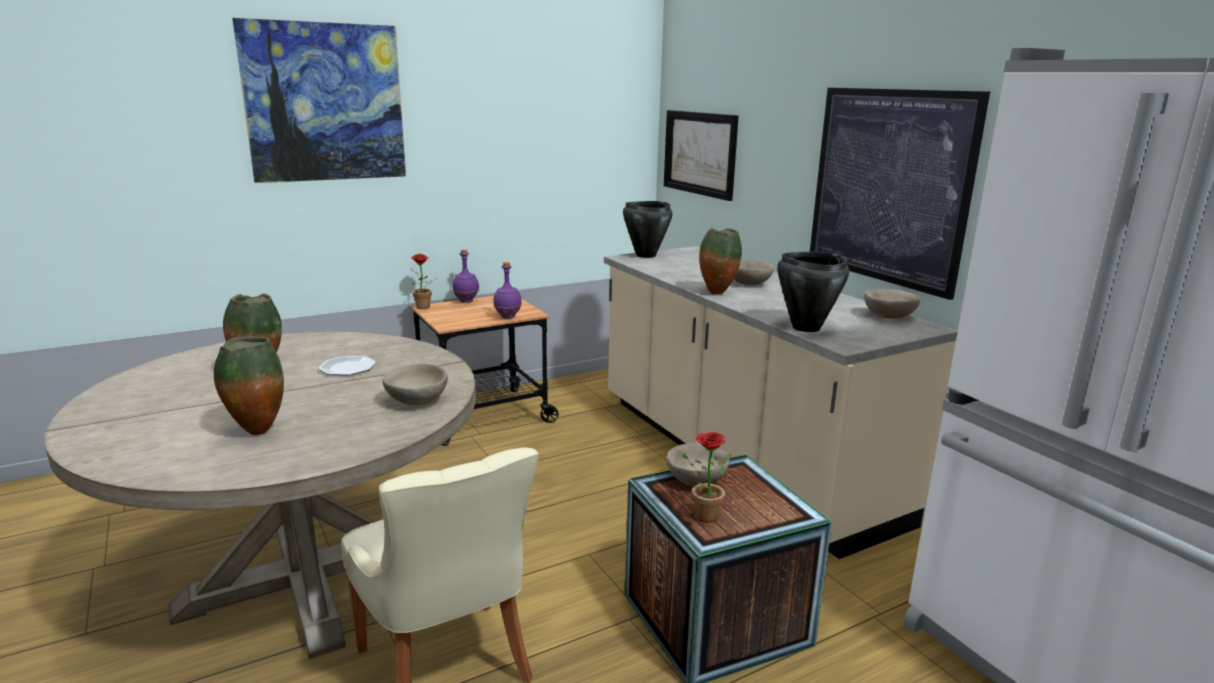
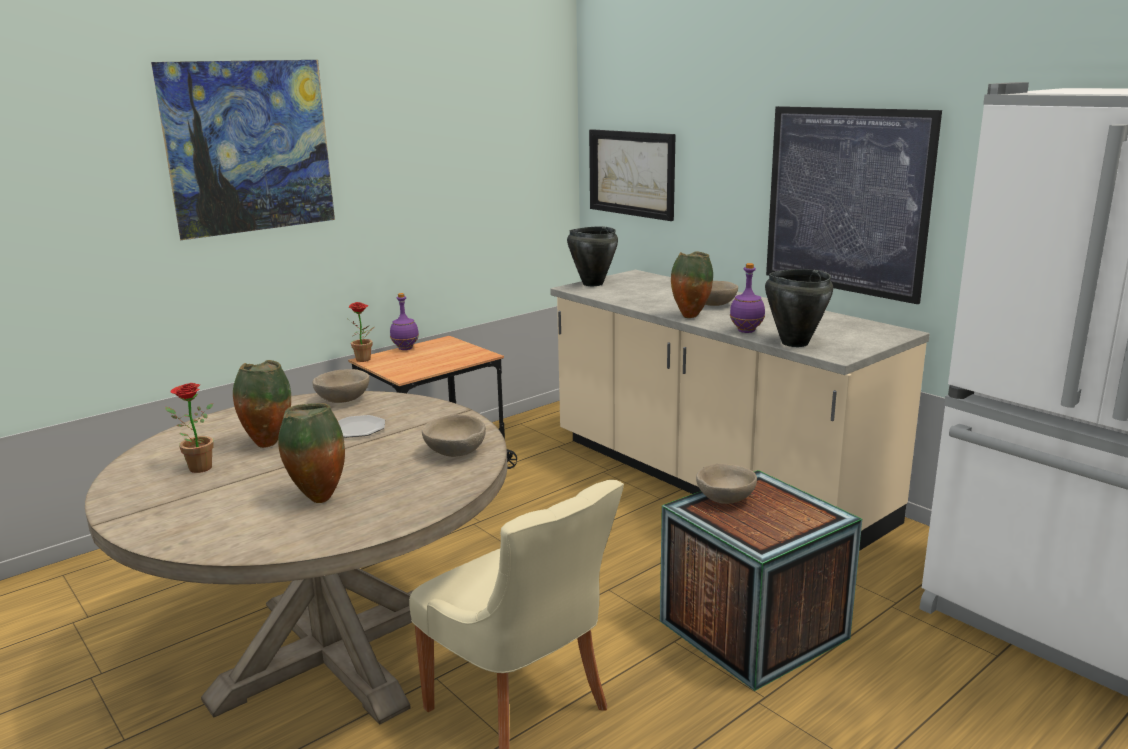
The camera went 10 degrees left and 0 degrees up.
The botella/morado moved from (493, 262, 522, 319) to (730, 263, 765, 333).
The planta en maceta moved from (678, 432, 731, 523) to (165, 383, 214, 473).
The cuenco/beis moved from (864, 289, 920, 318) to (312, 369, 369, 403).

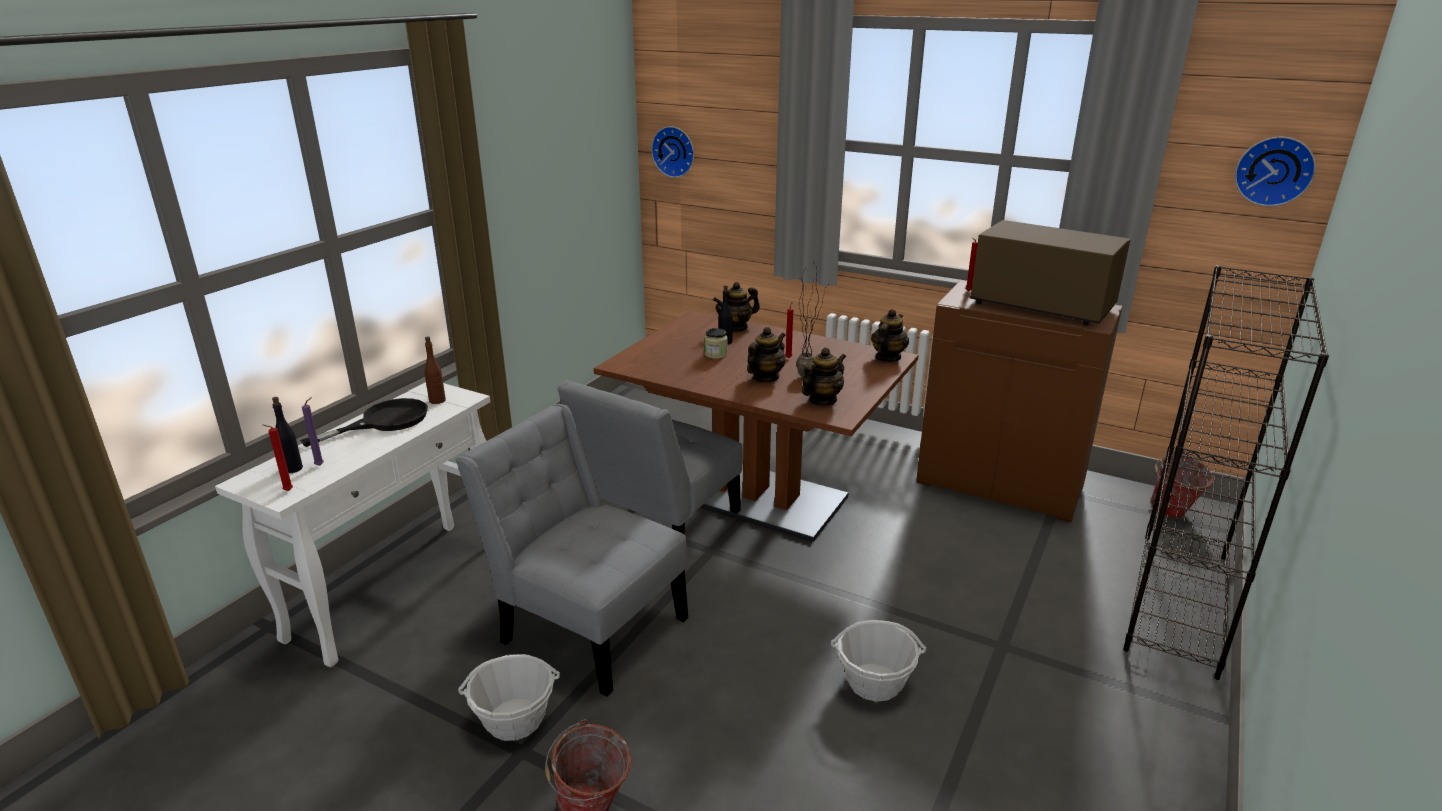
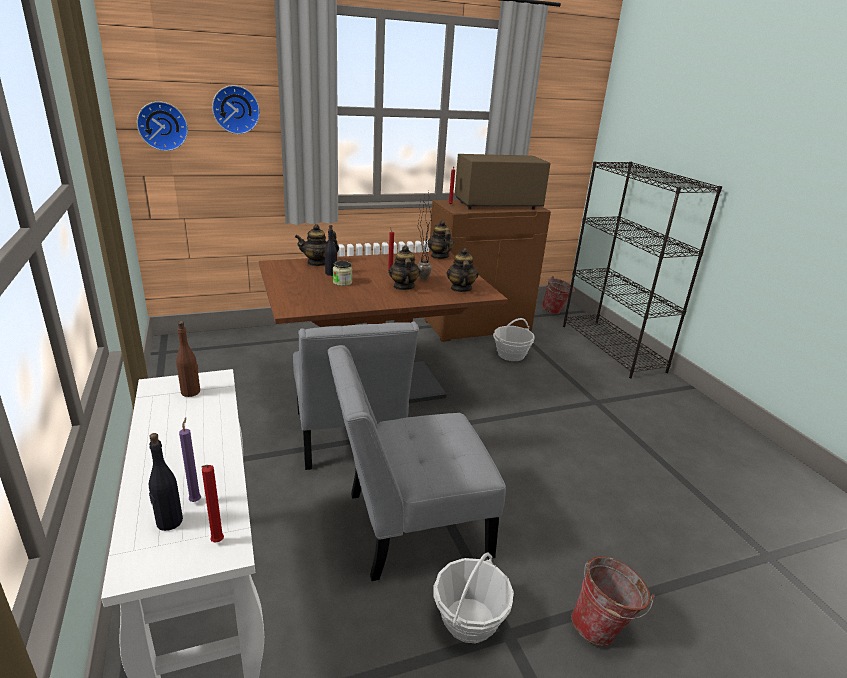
The camera went 50 degrees left and 0 degrees up.
The sartén/negro at (300, 398, 428, 447) disappeared.
The tetera at (713, 282, 760, 332) turned 60 degrees clockwise.
The cesta moved from (831, 620, 926, 702) to (493, 318, 535, 361).
The reloj de pared moved from (1235, 137, 1316, 206) to (212, 85, 260, 134).

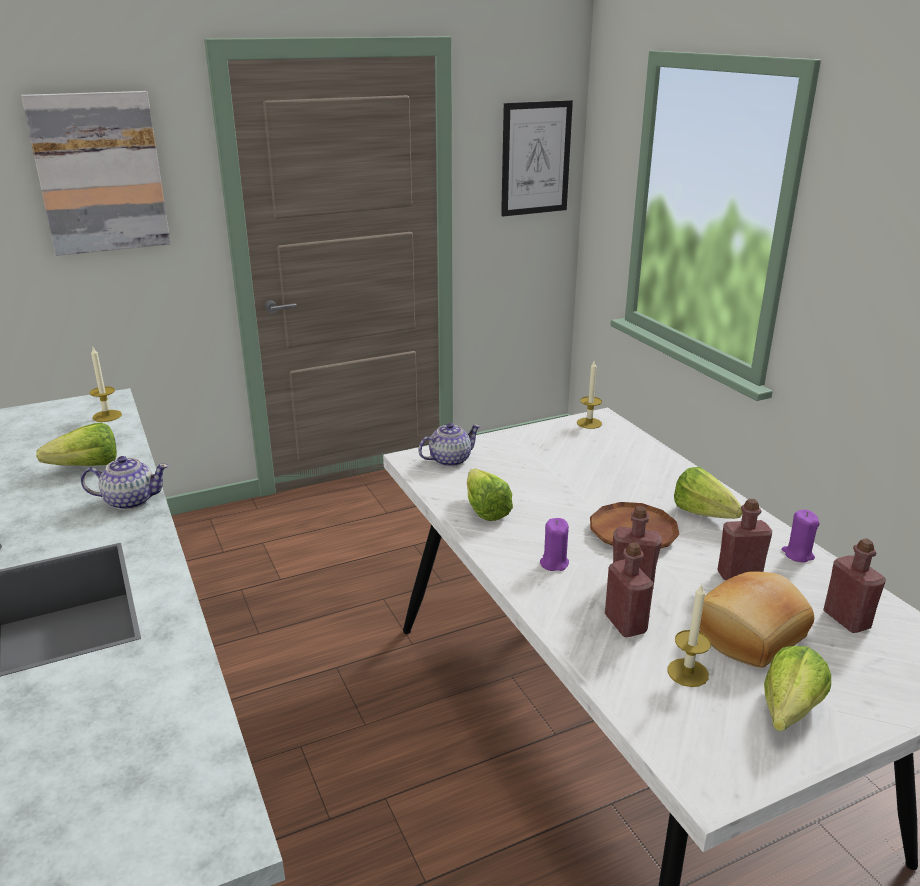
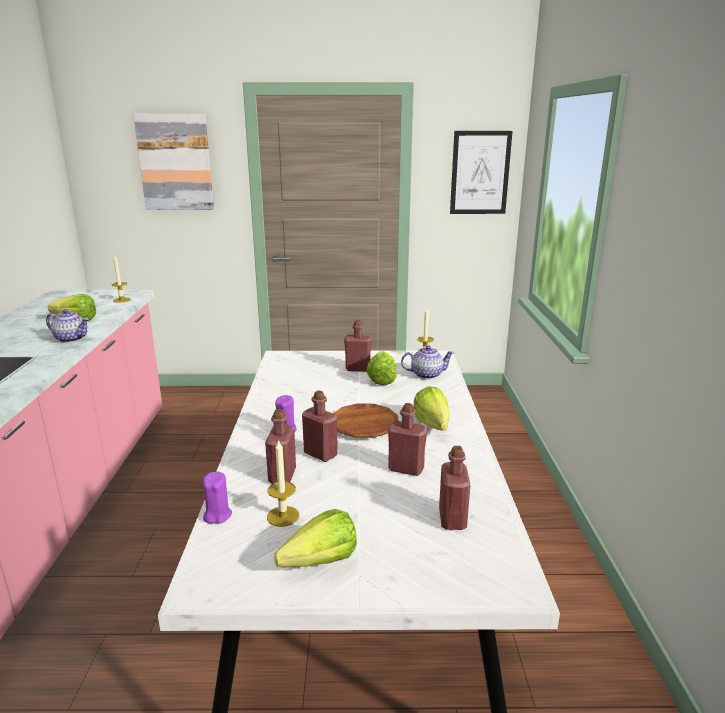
The camera went 25 degrees right and 5 degrees down.
The tetera moved from (418, 423, 481, 467) to (401, 345, 454, 379).
The lechuga moved from (467, 468, 513, 521) to (366, 351, 397, 385).
The pan at (699, 571, 814, 668) disappeared.
The vela/morado moved from (782, 509, 819, 563) to (203, 472, 232, 524).
The botella/rojo at (344, 320, 372, 372) appeared.

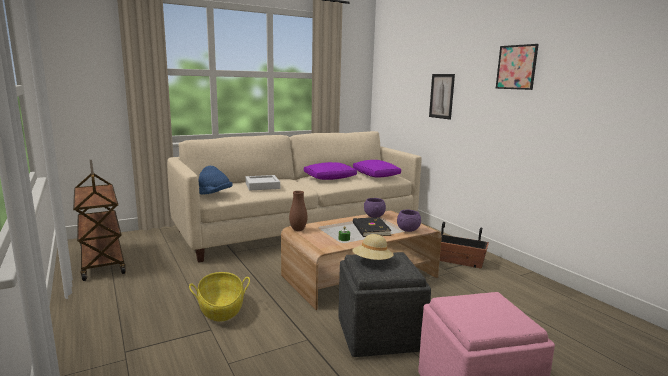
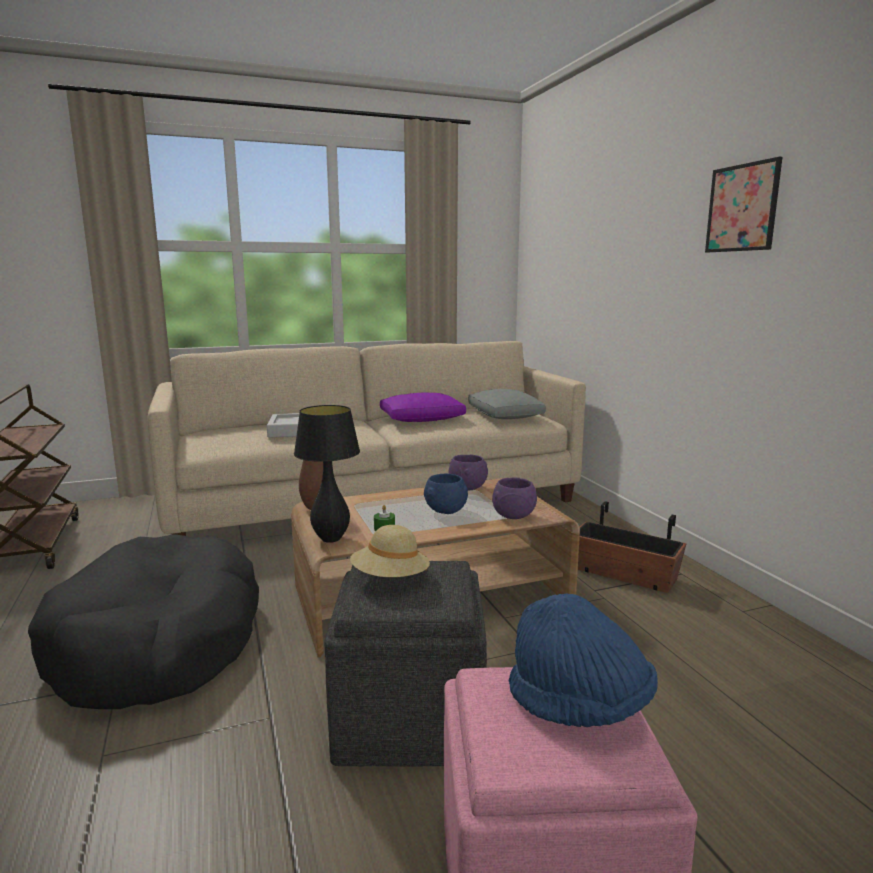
The camera went 10 degrees right and 0 degrees up.
The cesta at (189, 272, 250, 321) was replaced by the cama para perro/negro at (28, 534, 259, 709).
The sombrero/azul moved from (199, 166, 232, 195) to (509, 593, 658, 727).
The cojín/morado at (353, 160, 401, 178) became the cojín/gris at (468, 389, 546, 419).
The libro/negro at (353, 217, 392, 237) was replaced by the cuenco/azul at (424, 474, 468, 514).
The cuadro at (429, 74, 455, 120) disappeared.
The lámpara de mesa/negro at (294, 405, 360, 543) appeared.

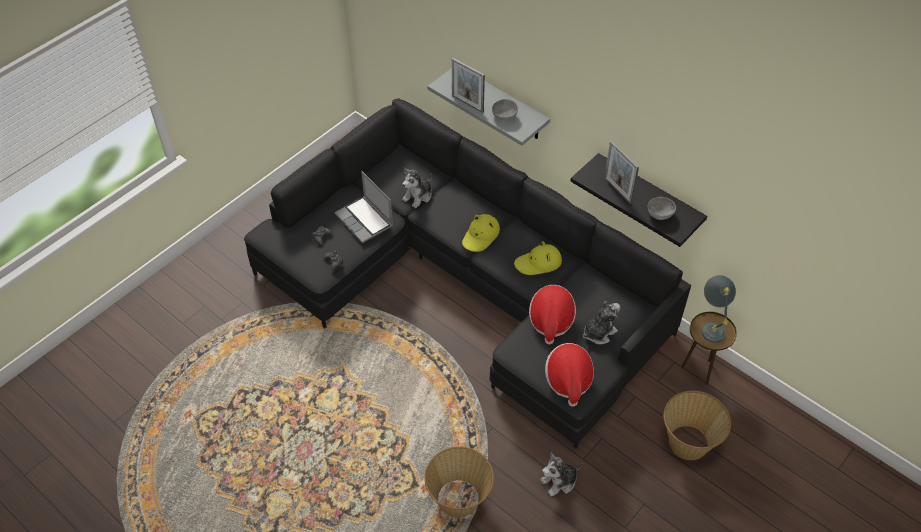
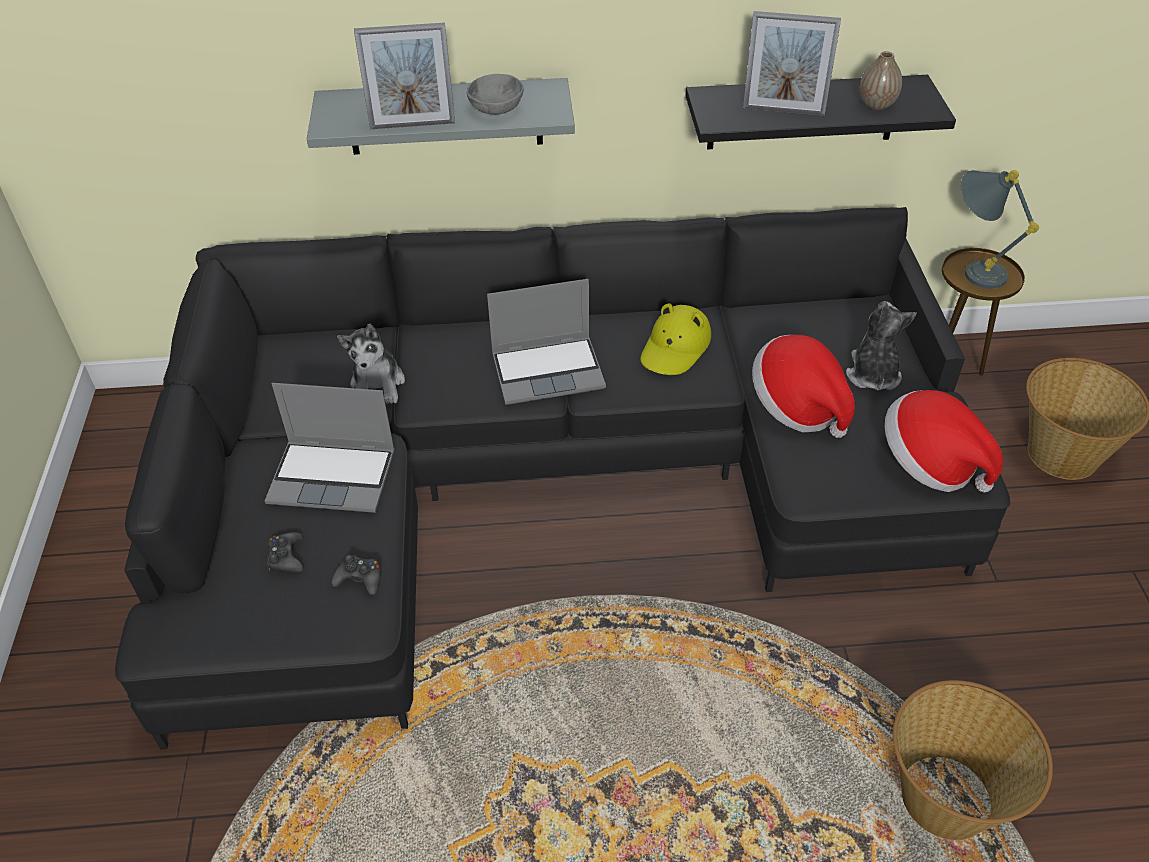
The camera went 45 degrees left and 5 degrees down.
The sombrero/amarillo at (462, 214, 500, 252) was replaced by the portátil at (487, 279, 606, 405).
The peluche at (540, 452, 582, 496) disappeared.
The cuenco/gris at (647, 197, 676, 220) was replaced by the florero at (859, 51, 902, 110).

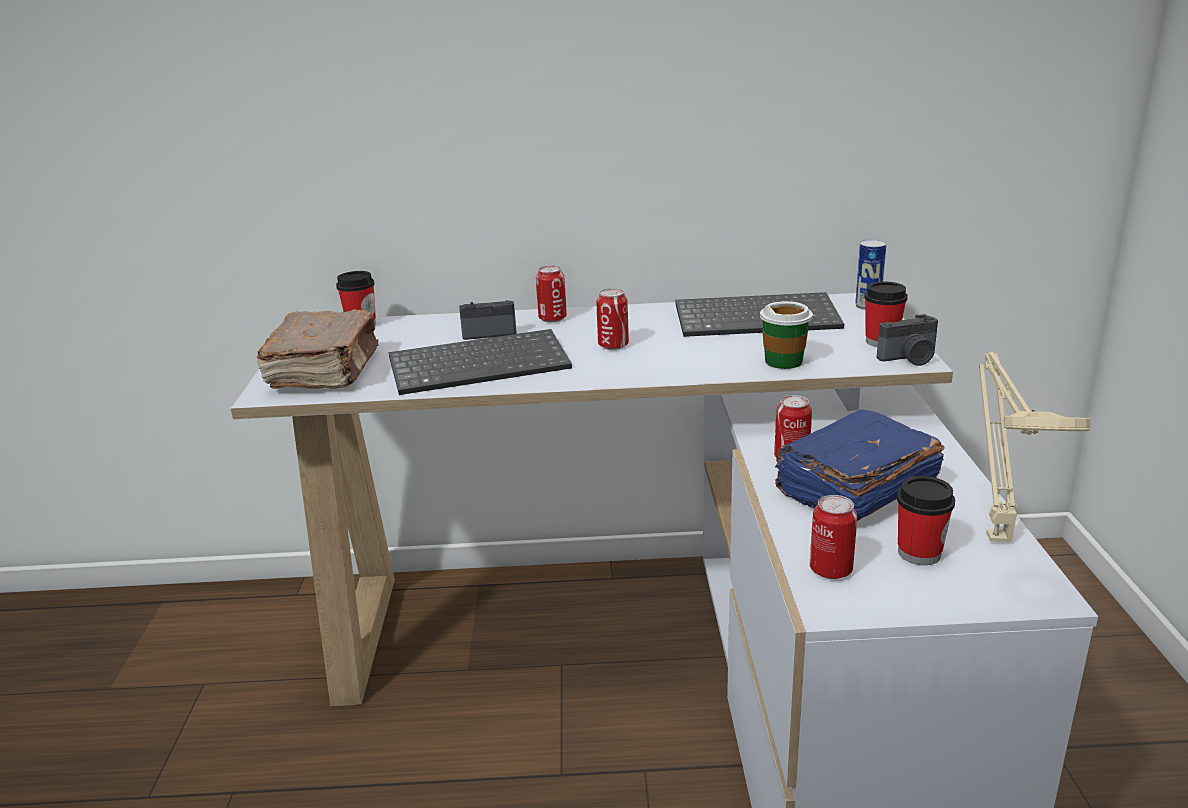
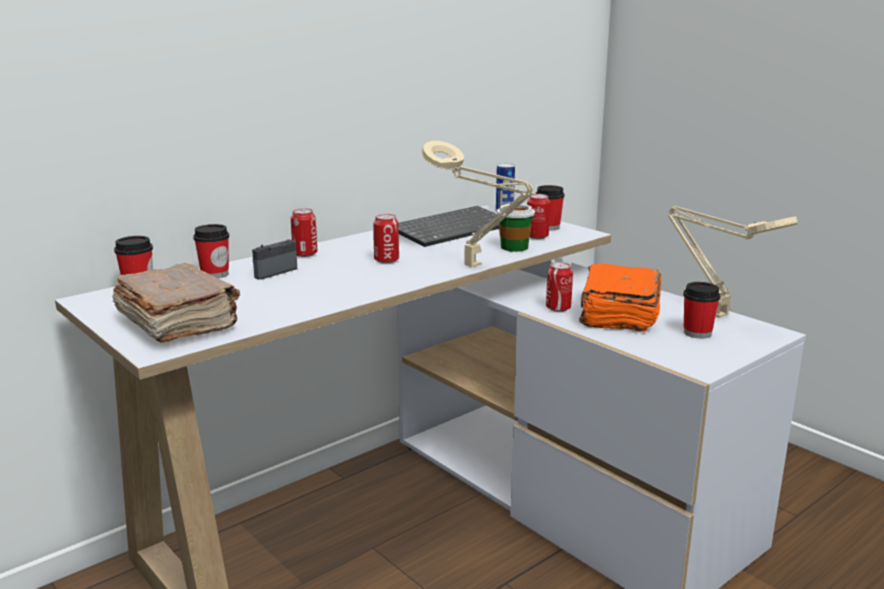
The camera went 40 degrees left and 5 degrees down.
The teclado at (389, 329, 572, 395) disappeared.
The libro/azul at (775, 410, 945, 521) became the libro/naranja at (579, 263, 662, 332).
The lata moved from (810, 495, 857, 579) to (527, 194, 550, 239).
The cámara at (877, 314, 938, 366) disappeared.
The taza at (193, 224, 229, 278) appeared.
The lámpara de mesa/beis at (422, 141, 533, 267) appeared.

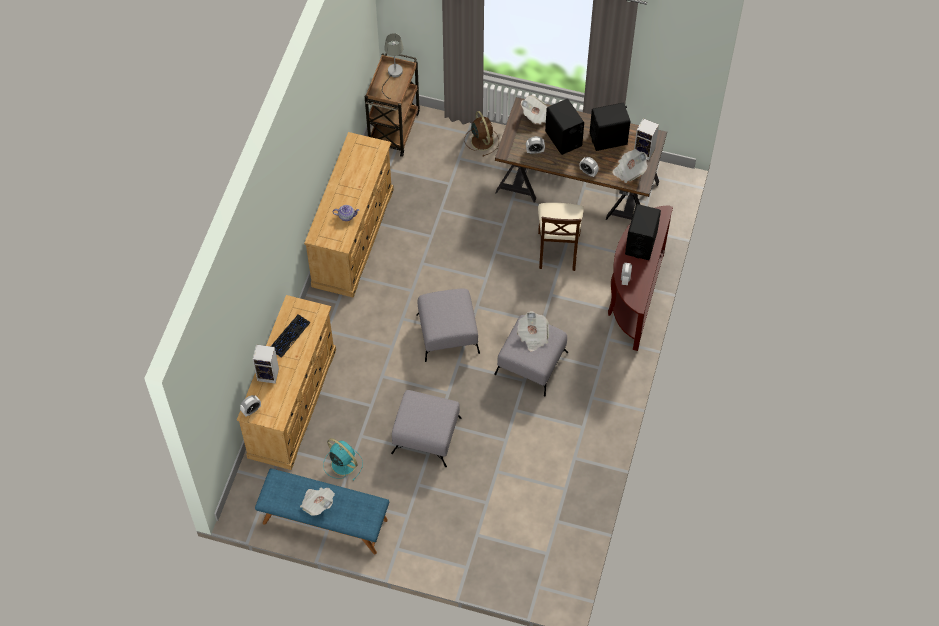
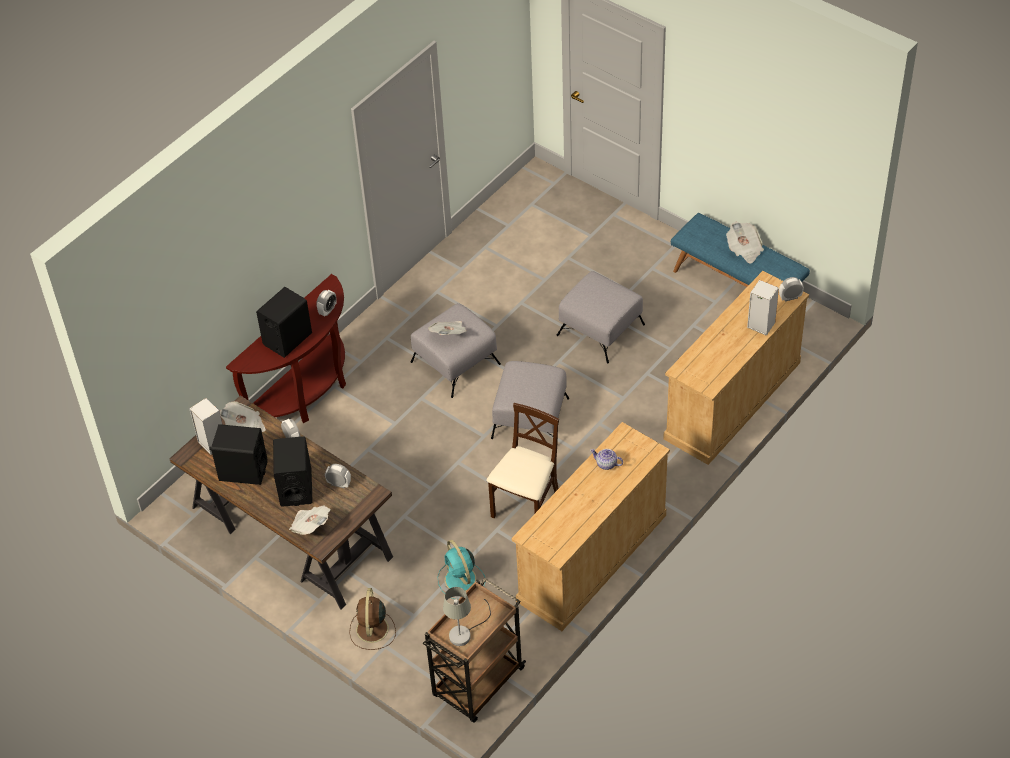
The camera went 155 degrees left and 10 degrees down.
The teclado at (271, 314, 311, 358) disappeared.
The ventilador/turquesa moved from (323, 438, 363, 481) to (437, 540, 486, 599).
The silla/beis moved from (538, 203, 584, 271) to (487, 403, 559, 518).

